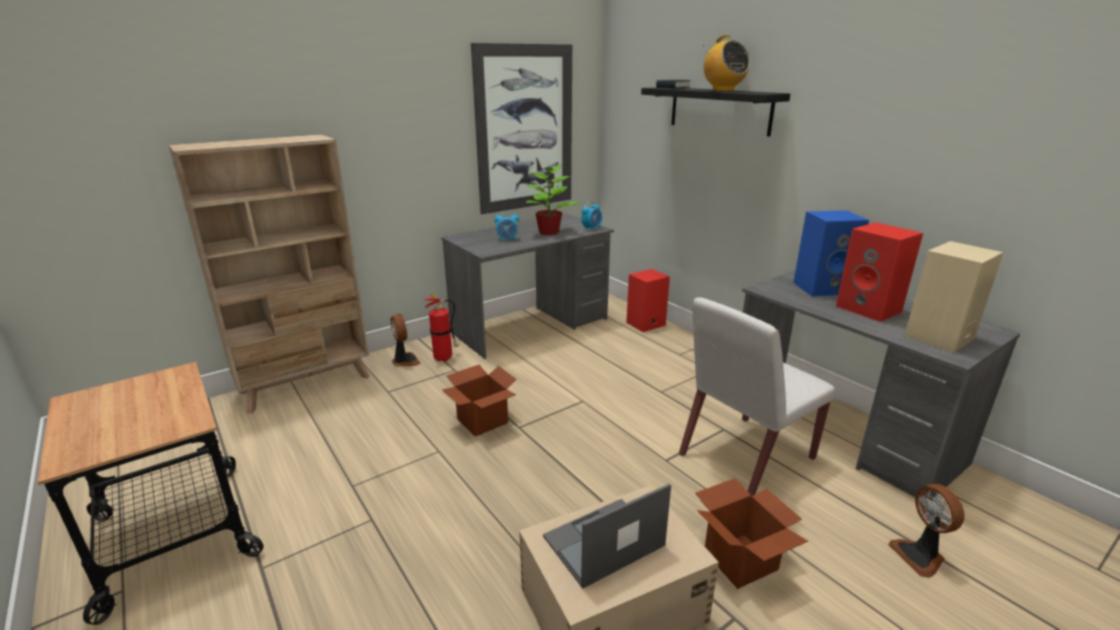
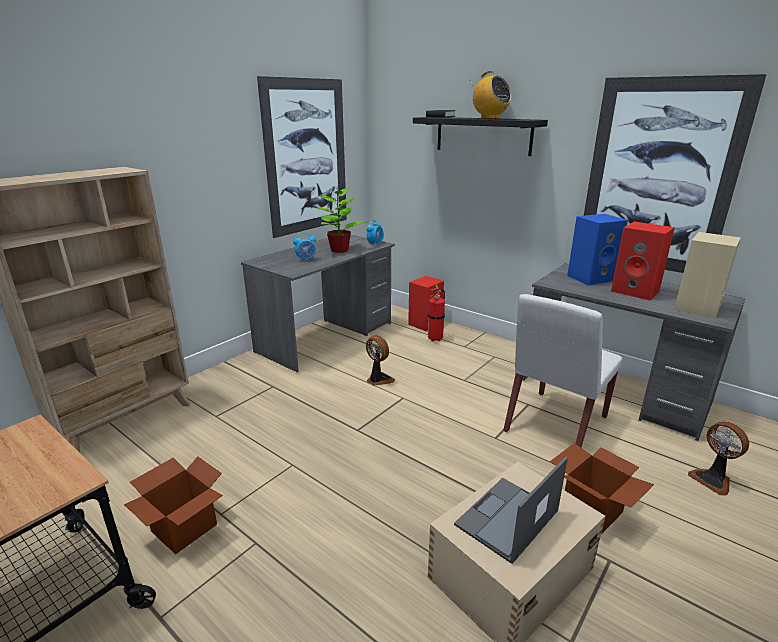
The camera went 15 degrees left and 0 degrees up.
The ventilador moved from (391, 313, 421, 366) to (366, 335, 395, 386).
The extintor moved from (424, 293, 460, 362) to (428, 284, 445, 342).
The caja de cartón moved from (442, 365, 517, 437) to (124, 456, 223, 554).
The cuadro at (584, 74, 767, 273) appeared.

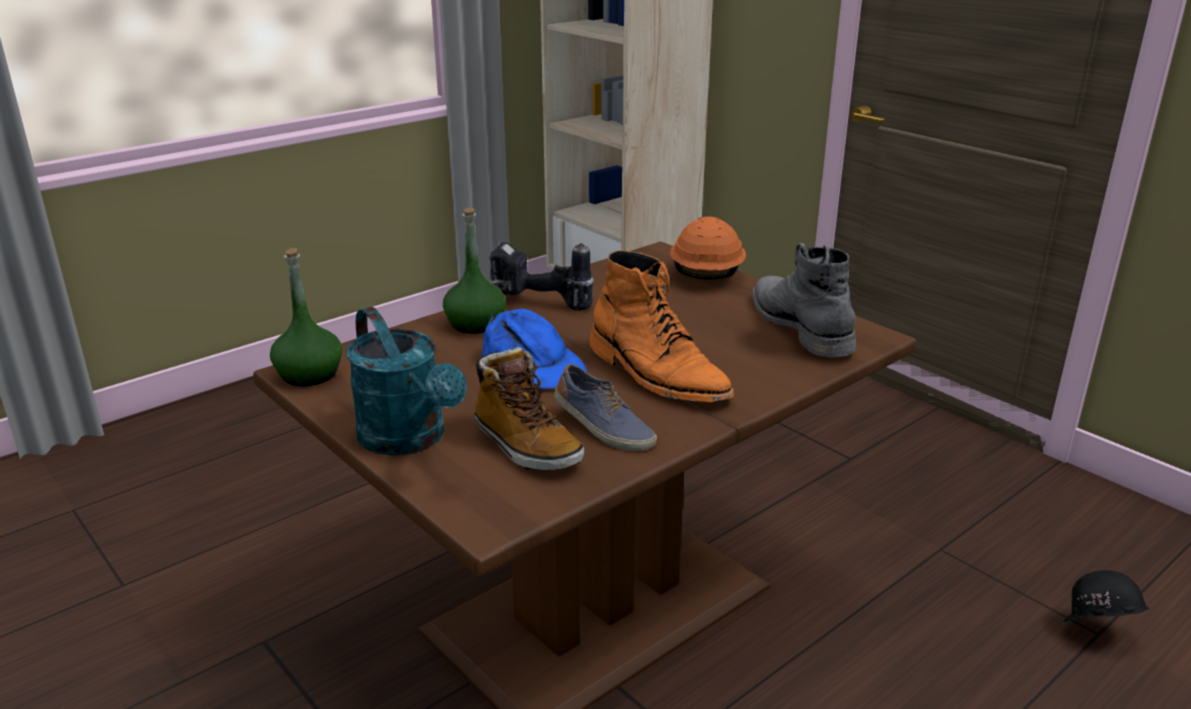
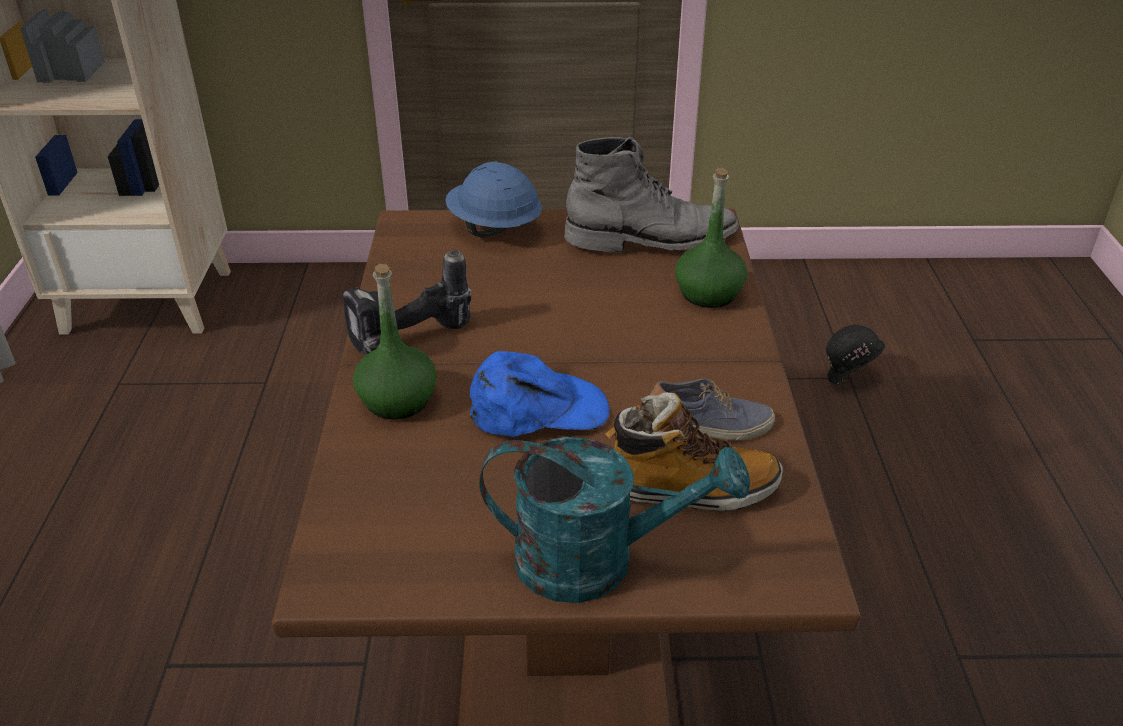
The camera went 50 degrees left and 10 degrees up.
The botella/verde moved from (270, 248, 342, 386) to (675, 168, 747, 308).
The bota/naranja at (590, 250, 734, 402) disappeared.
The casco/naranja at (670, 217, 746, 280) became the casco/azul at (445, 162, 542, 237).
The bota/gris at (752, 243, 856, 357) turned 150 degrees clockwise.

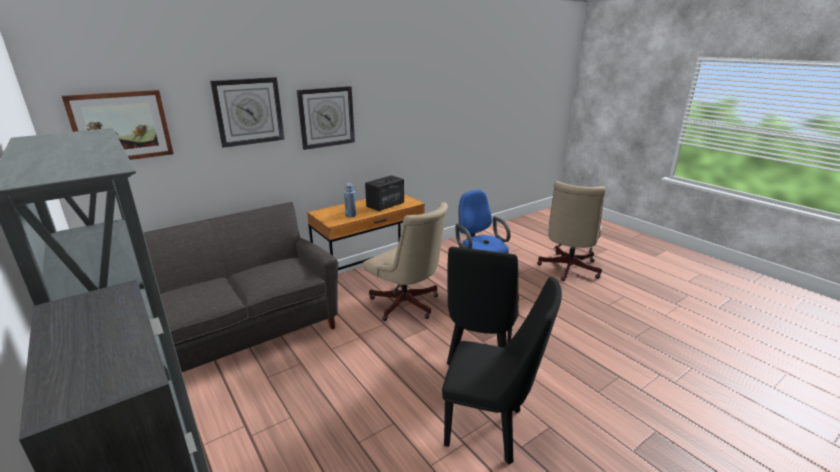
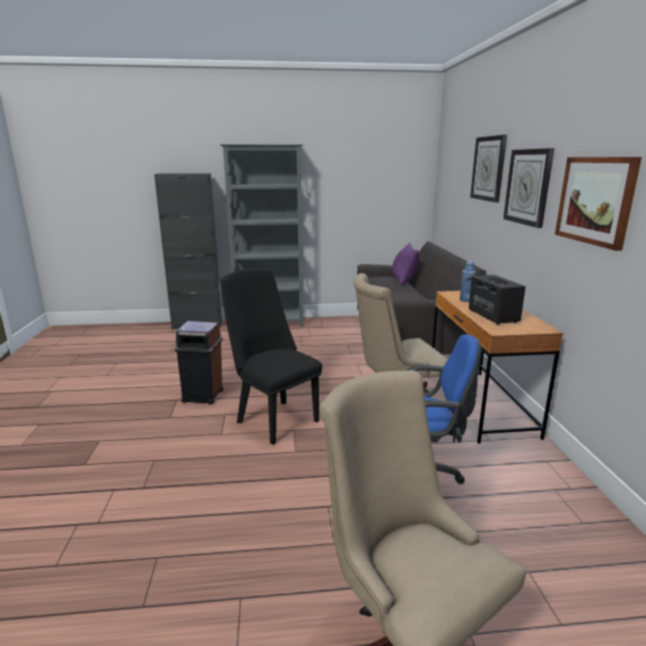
The camera went 120 degrees right and 5 degrees down.
The cuadro moved from (62, 90, 174, 160) to (555, 157, 642, 251).
The silla/negro at (442, 277, 562, 465) was replaced by the papelera/marrón at (174, 321, 224, 404).
The cojín/morado at (392, 243, 419, 286) appeared.

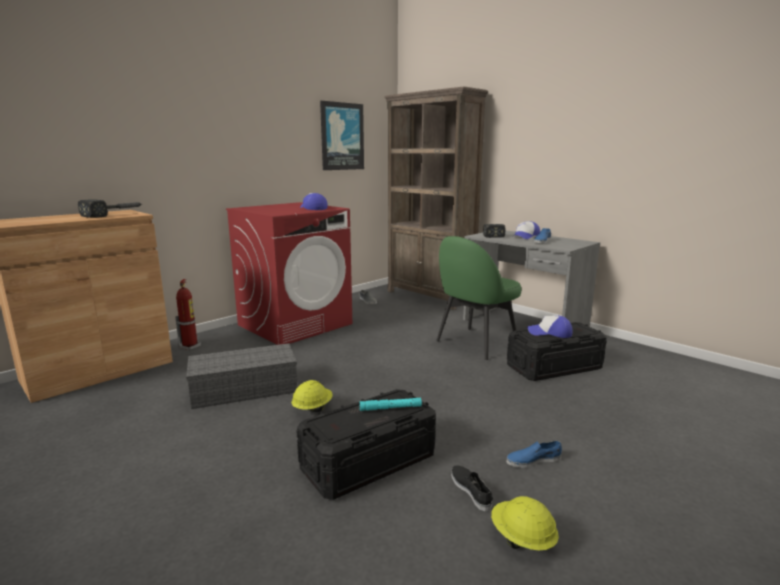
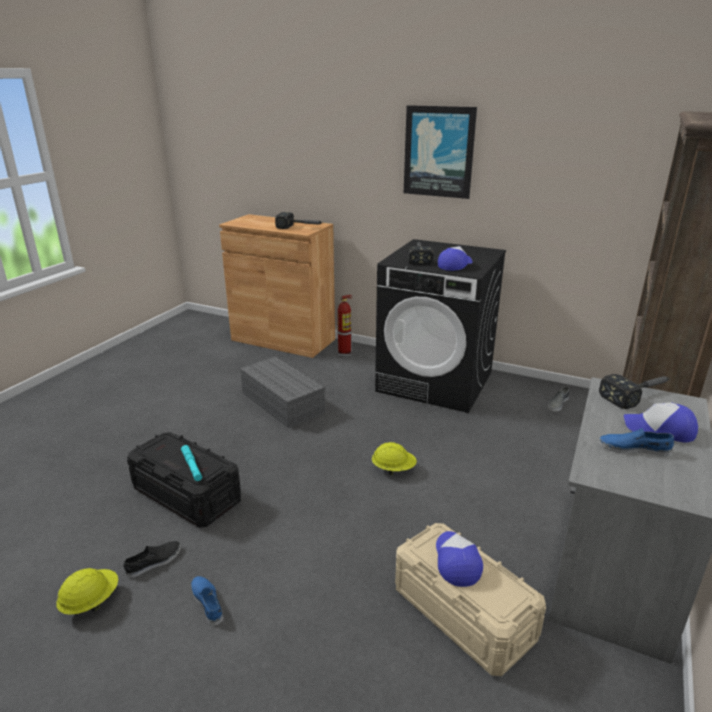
The camera went 70 degrees right and 10 degrees up.
The lavadora/rojo at (226, 202, 352, 345) became the lavadora/negro at (375, 239, 506, 413).
The casco/amarillo moved from (291, 380, 333, 412) to (372, 442, 417, 475).
The cuadro moved from (320, 101, 364, 170) to (404, 105, 477, 199).
The silla/verde at (436, 236, 521, 360) disappeared.
The caja de almacenaje/negro at (507, 322, 607, 381) became the caja de almacenaje/beis at (395, 523, 546, 676).
The martillo at (409, 242, 434, 265) appeared.

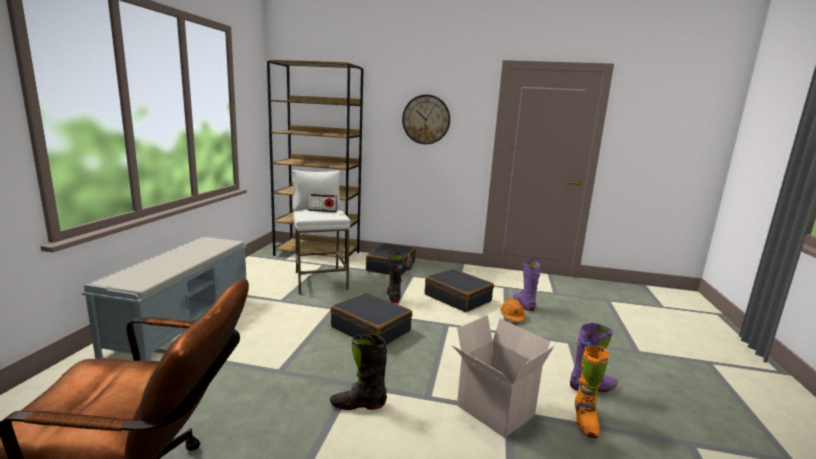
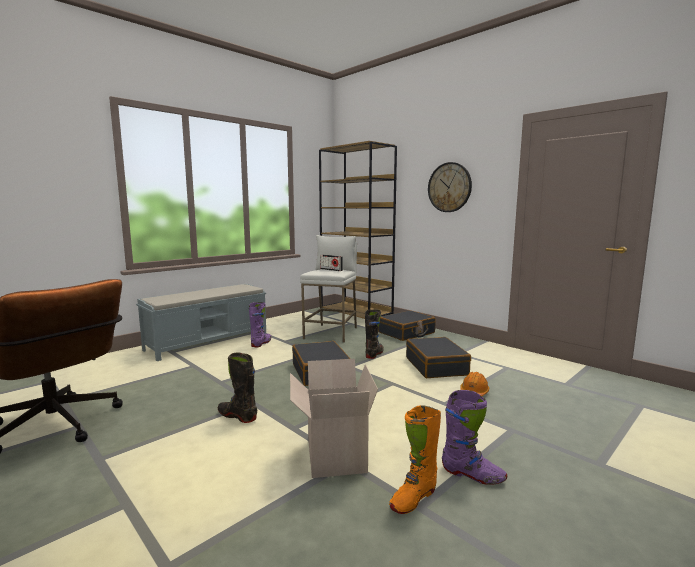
The camera went 35 degrees right and 5 degrees down.
The bota/morado moved from (513, 259, 540, 311) to (249, 302, 271, 347).

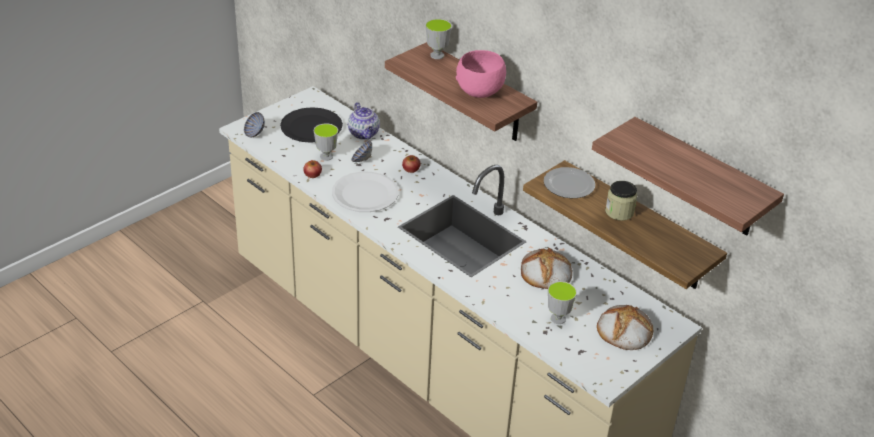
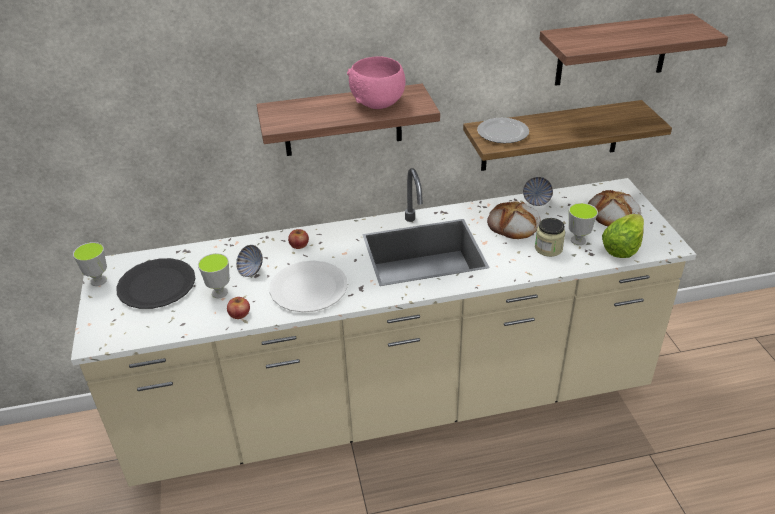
The camera went 55 degrees left and 0 degrees up.
The cuenco moved from (244, 112, 265, 137) to (523, 177, 553, 206).
The tetera at (348, 102, 380, 139) disappeared.
The taza moved from (426, 19, 452, 59) to (73, 242, 107, 286).
The tarro moved from (605, 181, 637, 221) to (535, 218, 565, 257).
The lechuga at (602, 214, 644, 258) appeared.

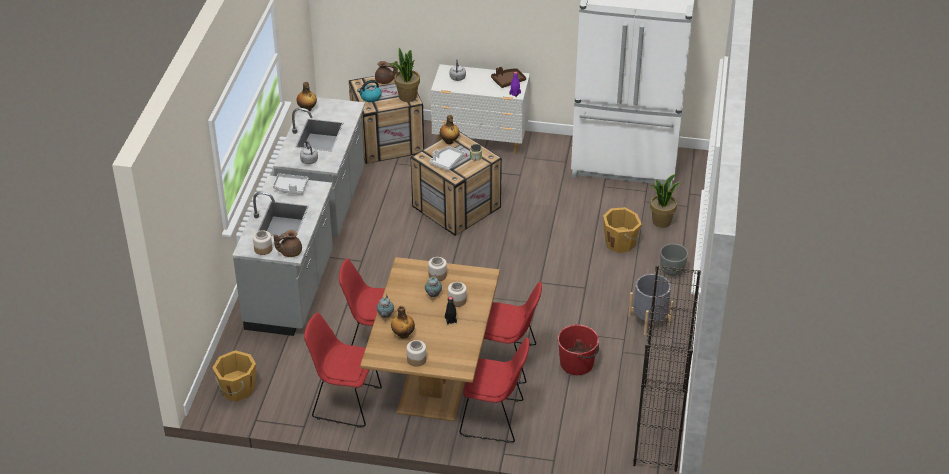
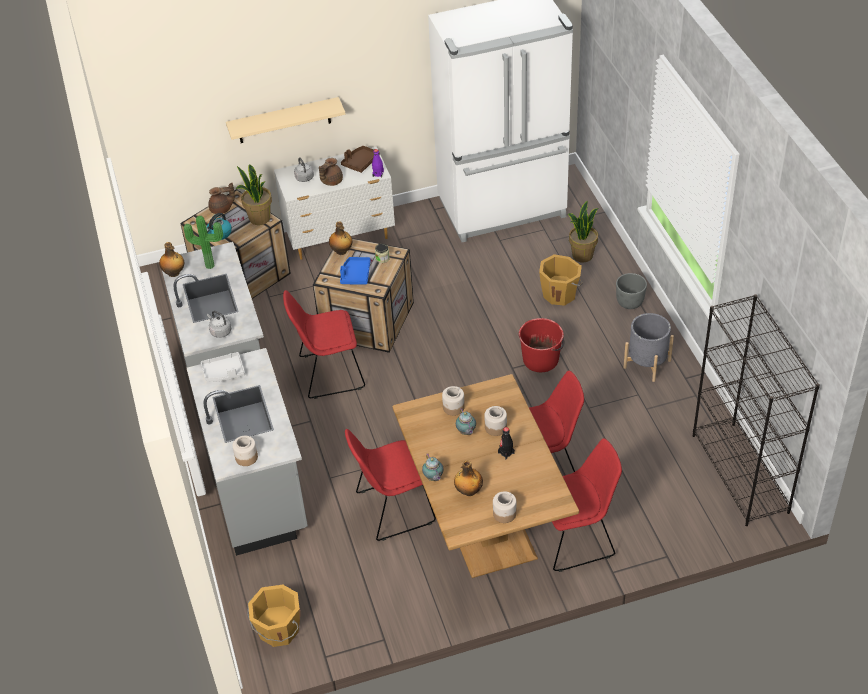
The camera went 25 degrees left and 5 degrees up.
The tetera/marrón moved from (274, 230, 302, 257) to (319, 158, 343, 186).
The silla/rojo moved from (304, 312, 382, 428) to (283, 290, 365, 399).
The bandeja/blanco at (430, 146, 465, 171) became the bandeja/azul at (340, 257, 371, 284).
The cubo/rojo moved from (558, 325, 599, 375) to (519, 318, 564, 372).
The planta en maceta at (184, 216, 223, 269) appeared.
The estante/beis at (226, 97, 345, 143) appeared.

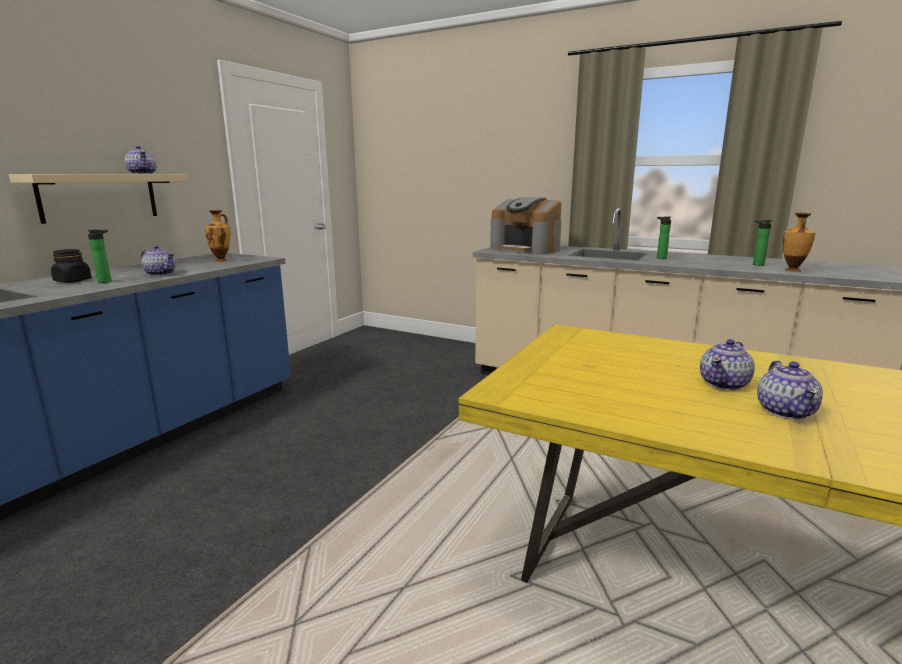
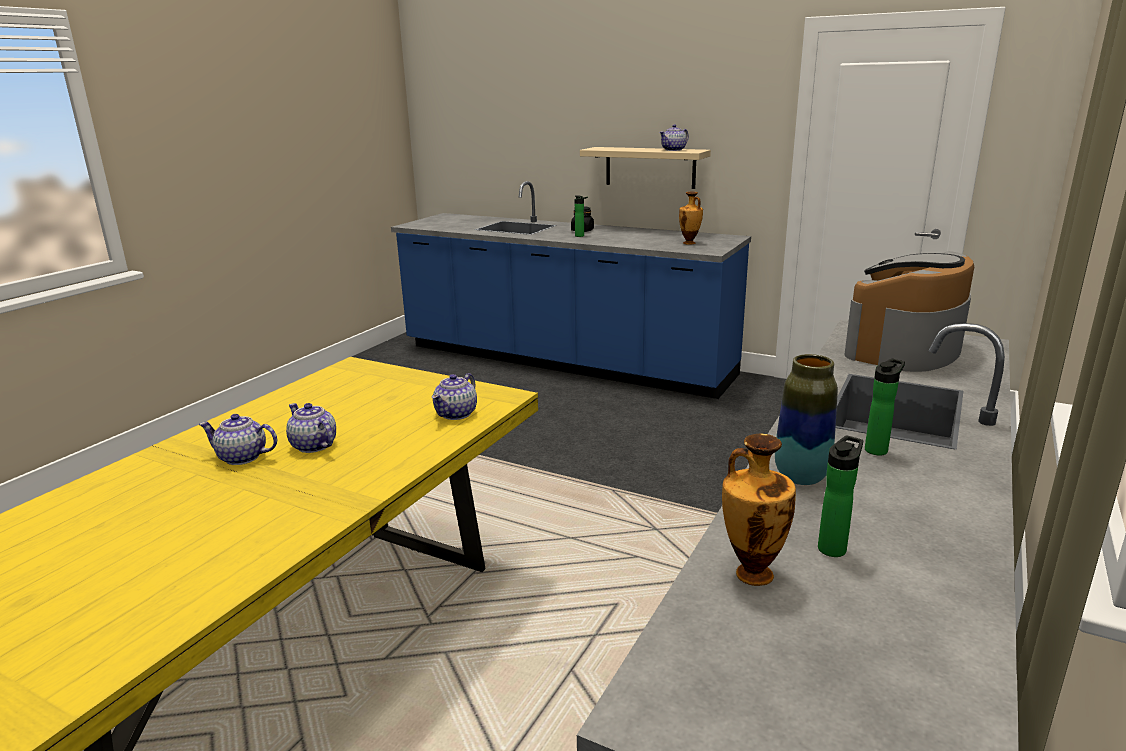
The camera went 90 degrees right and 5 degrees up.
The tetera moved from (141, 245, 176, 276) to (432, 373, 477, 420).
The florero at (775, 354, 838, 485) appeared.

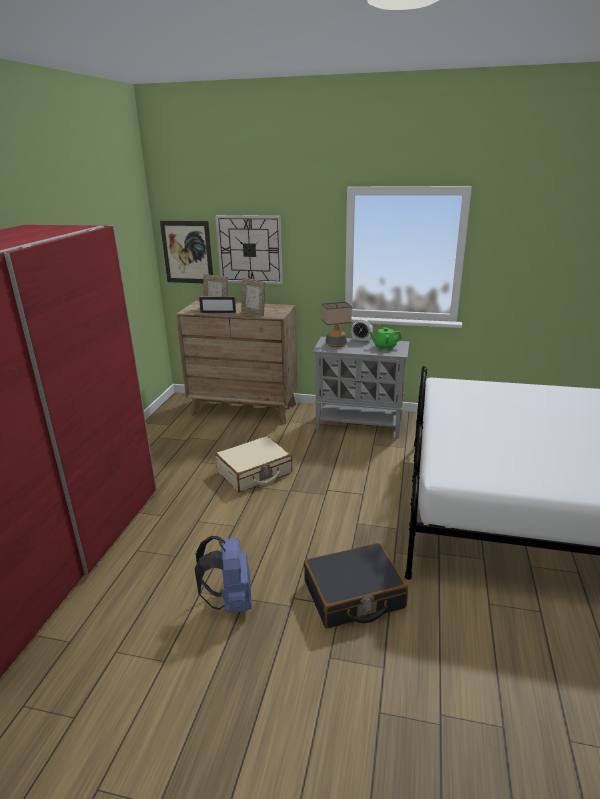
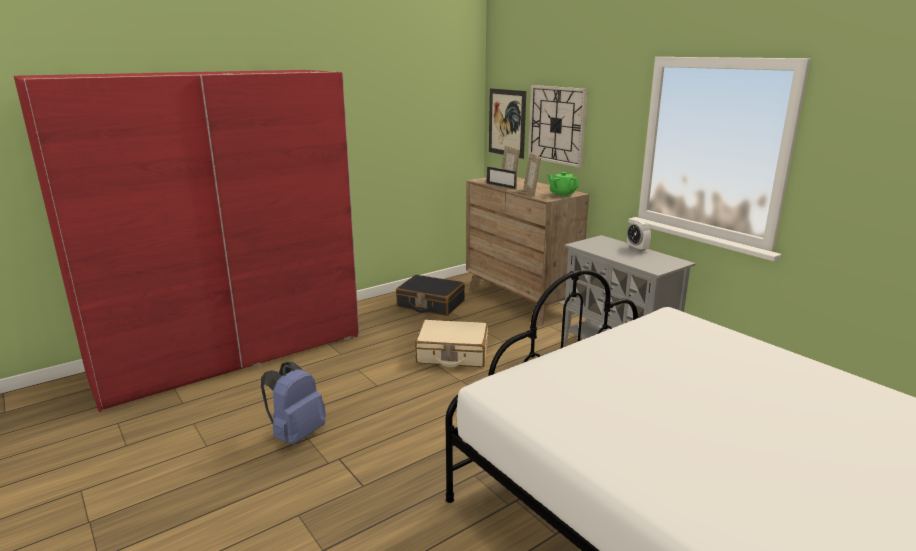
The camera went 40 degrees right and 5 degrees down.
The maleta/negro moved from (304, 543, 408, 629) to (396, 275, 465, 316).
The lámpara de mesa at (322, 302, 352, 347) disappeared.
The tetera/verde moved from (369, 327, 402, 350) to (547, 172, 579, 197).

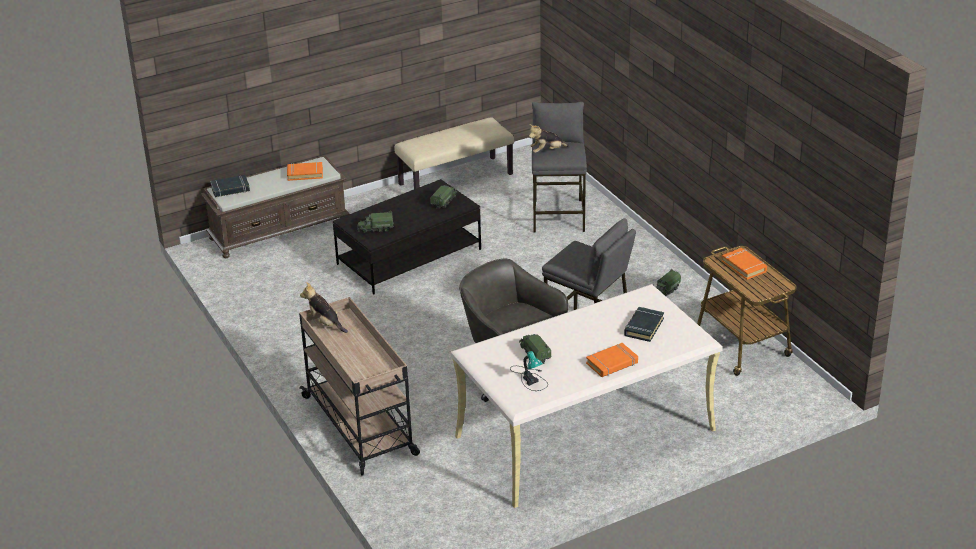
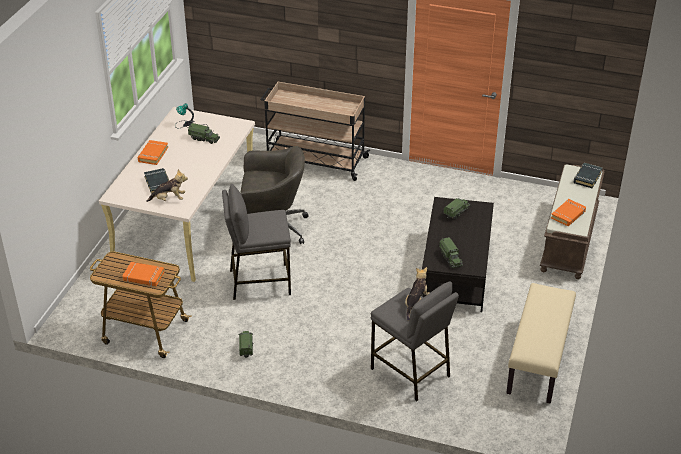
The camera went 135 degrees right and 5 degrees up.
The peluche moved from (300, 282, 348, 333) to (146, 169, 188, 202).

